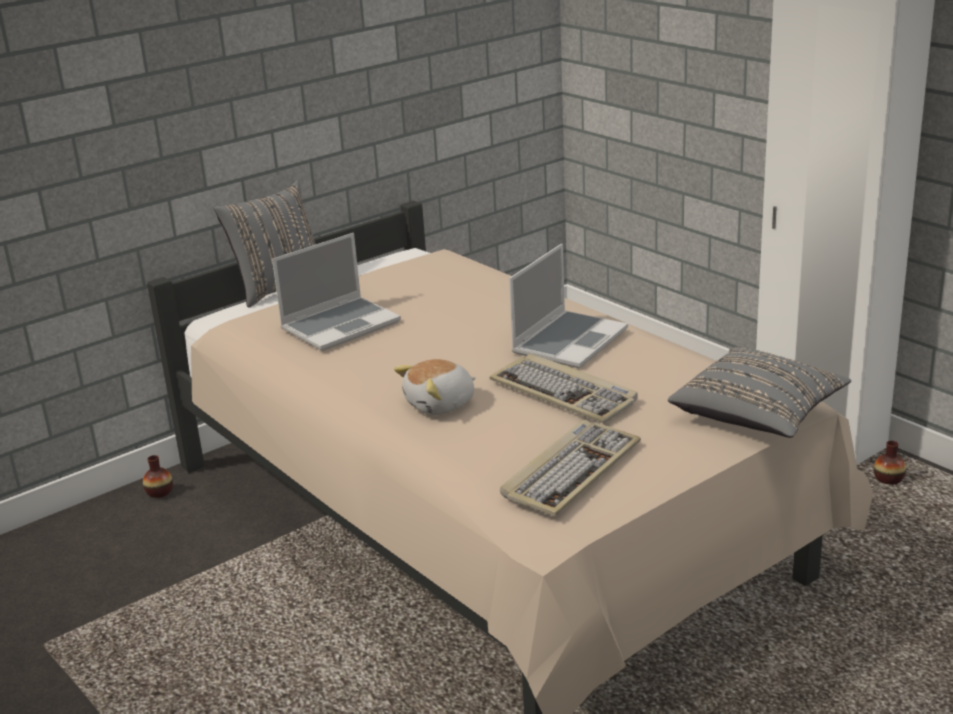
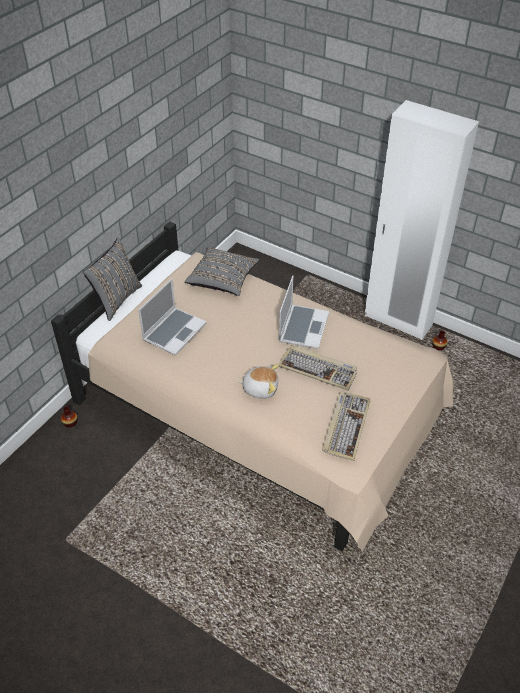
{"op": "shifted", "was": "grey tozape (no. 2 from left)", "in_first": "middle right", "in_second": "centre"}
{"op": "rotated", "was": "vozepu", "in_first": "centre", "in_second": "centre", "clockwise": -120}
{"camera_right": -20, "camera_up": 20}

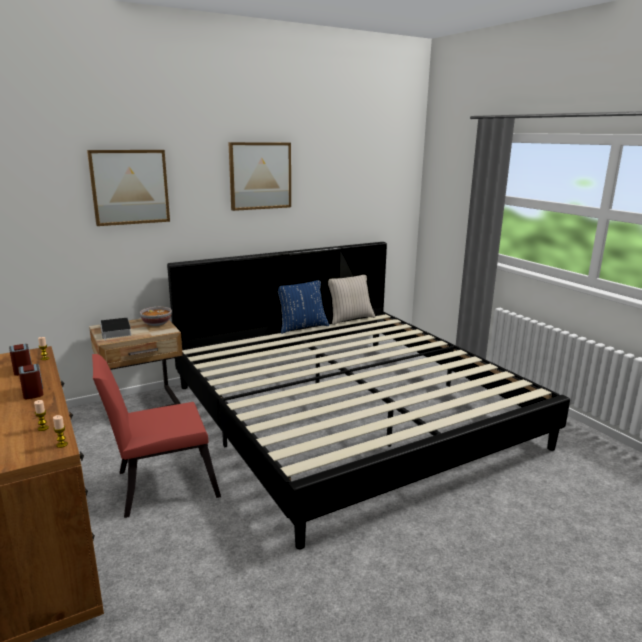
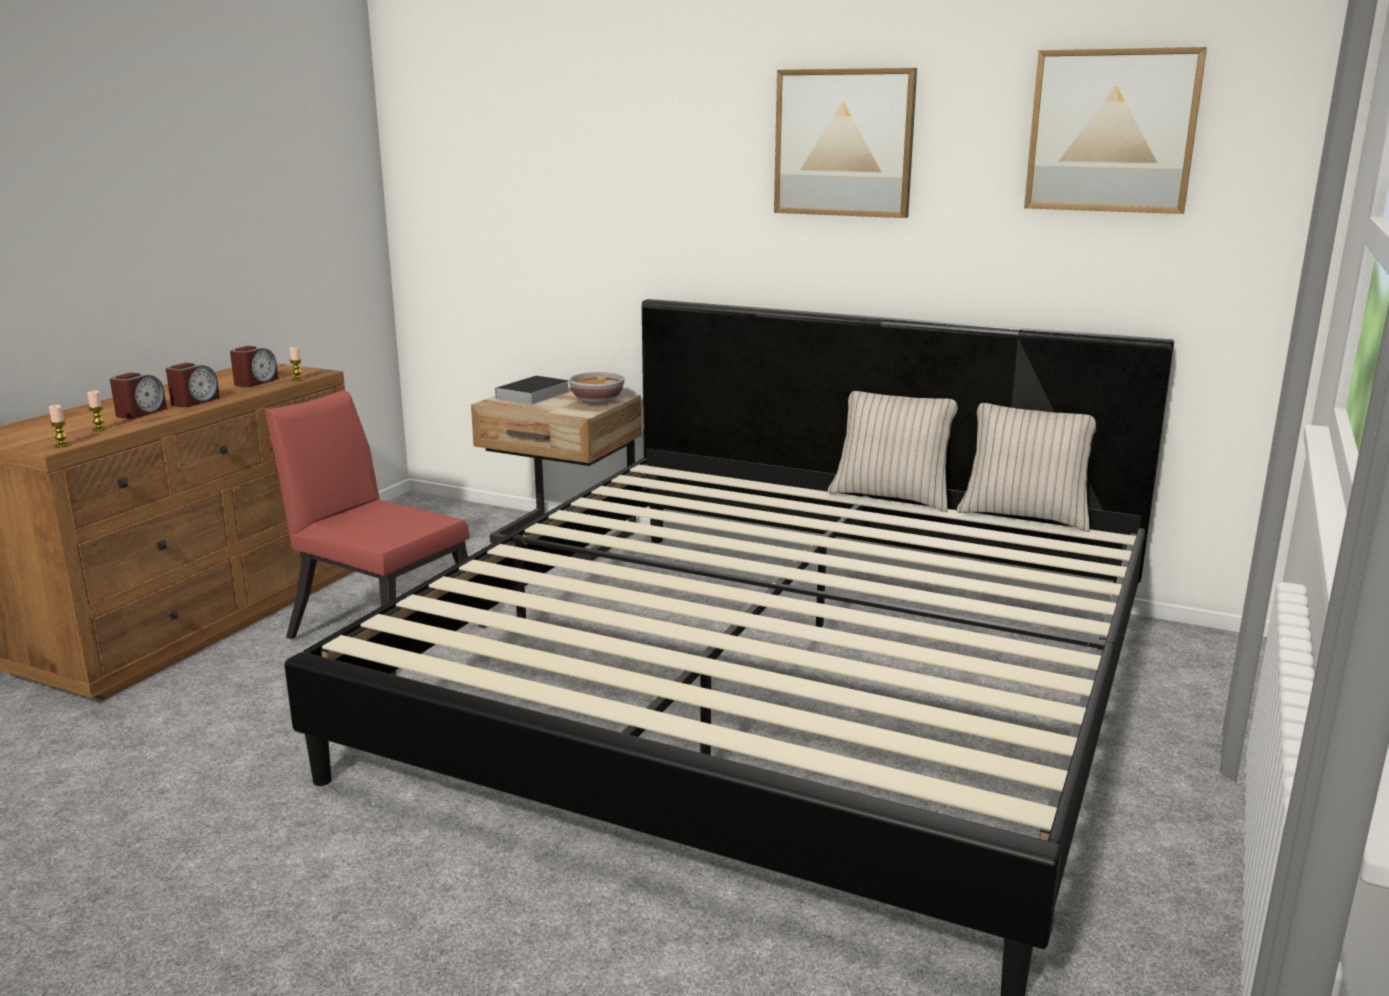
{"op": "shifted", "was": "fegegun (no. 1 from left in the first image)", "now": "fegegun (no. 2 from left)", "in_first": "top left", "in_second": "top right"}
{"op": "repainted", "was": "blue tozape", "now": "beige tozape (no. 1 from left)", "in_first": "centre", "in_second": "centre"}
{"op": "new", "now": "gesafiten (no. 1 from left)", "in_second": "middle left"}
{"camera_right": 55, "camera_up": 0}

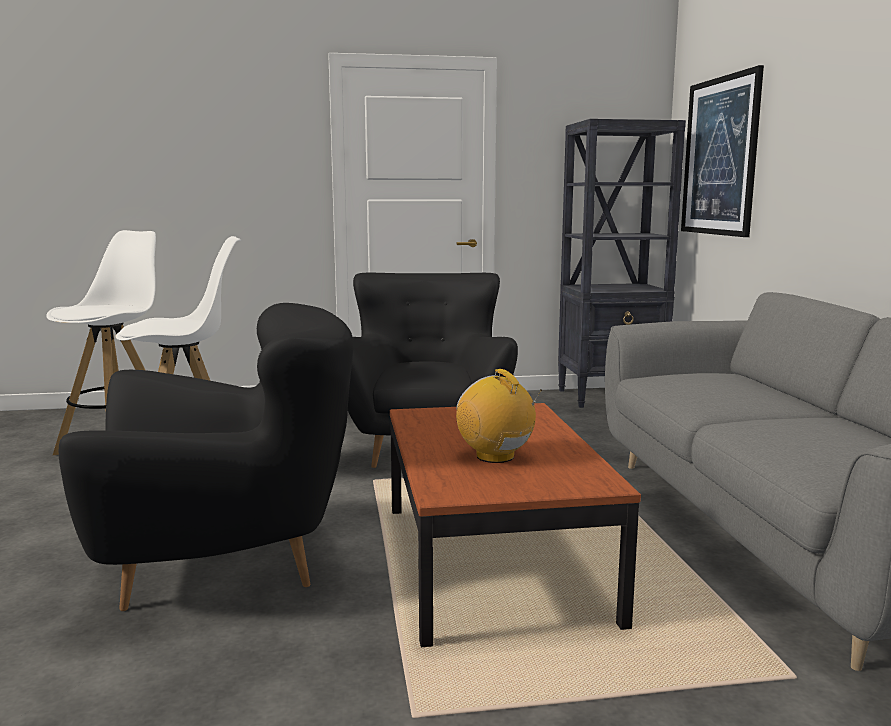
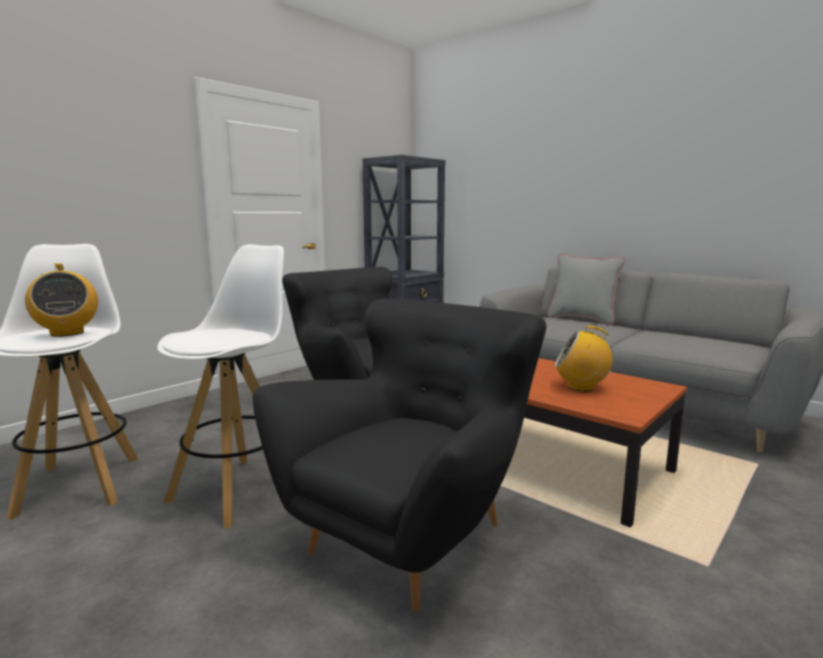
{"op": "gone", "was": "fegegun", "in_first": "top right"}
{"op": "new", "now": "grey tozape", "in_second": "middle right"}
{"op": "new", "now": "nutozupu (no. 1 from left)", "in_second": "middle left"}
{"camera_right": -40, "camera_up": 0}

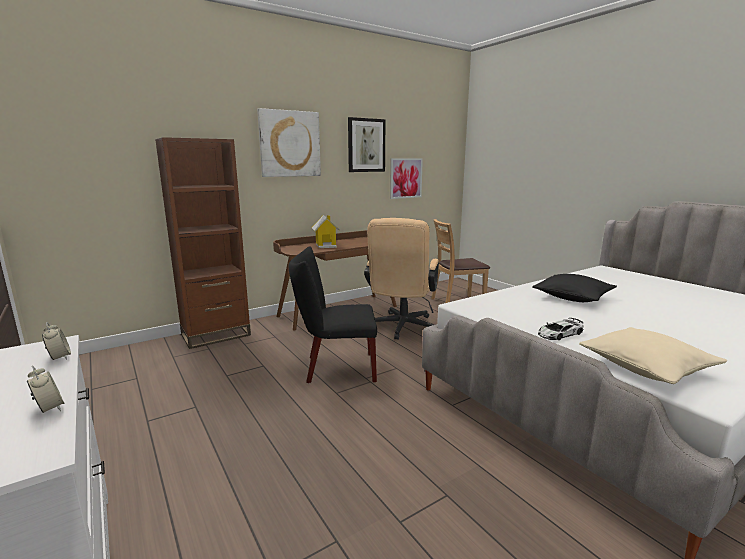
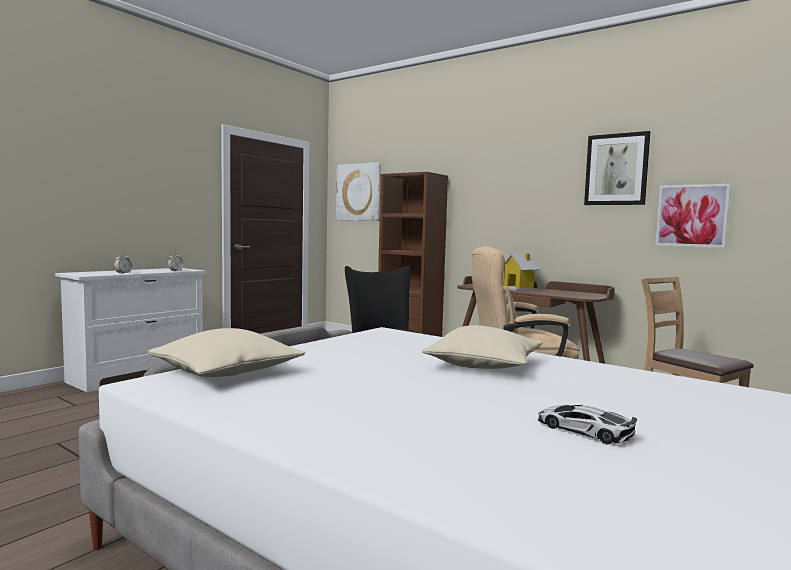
{"op": "shifted", "was": "fegegun (no. 1 from left)", "in_first": "top centre", "in_second": "centre"}
{"op": "repainted", "was": "black tozape", "now": "beige tozape (no. 2 from left)", "in_first": "middle right", "in_second": "centre"}
{"op": "shifted", "was": "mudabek", "in_first": "middle right", "in_second": "bottom right"}
{"camera_right": 70, "camera_up": -10}

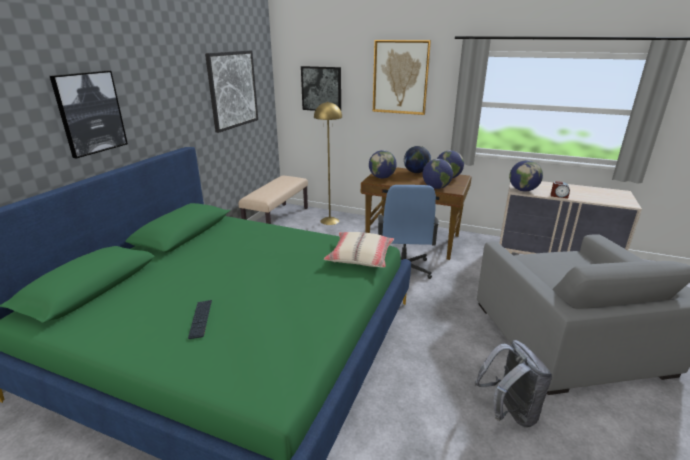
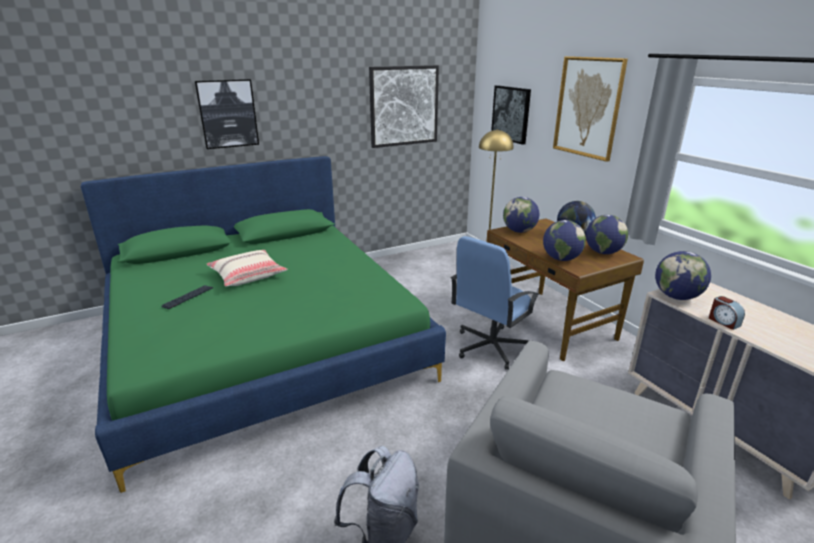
{"op": "gone", "was": "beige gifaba", "in_first": "centre"}
{"op": "shifted", "was": "beige tozape", "in_first": "centre", "in_second": "middle left"}
{"camera_right": 40, "camera_up": 0}

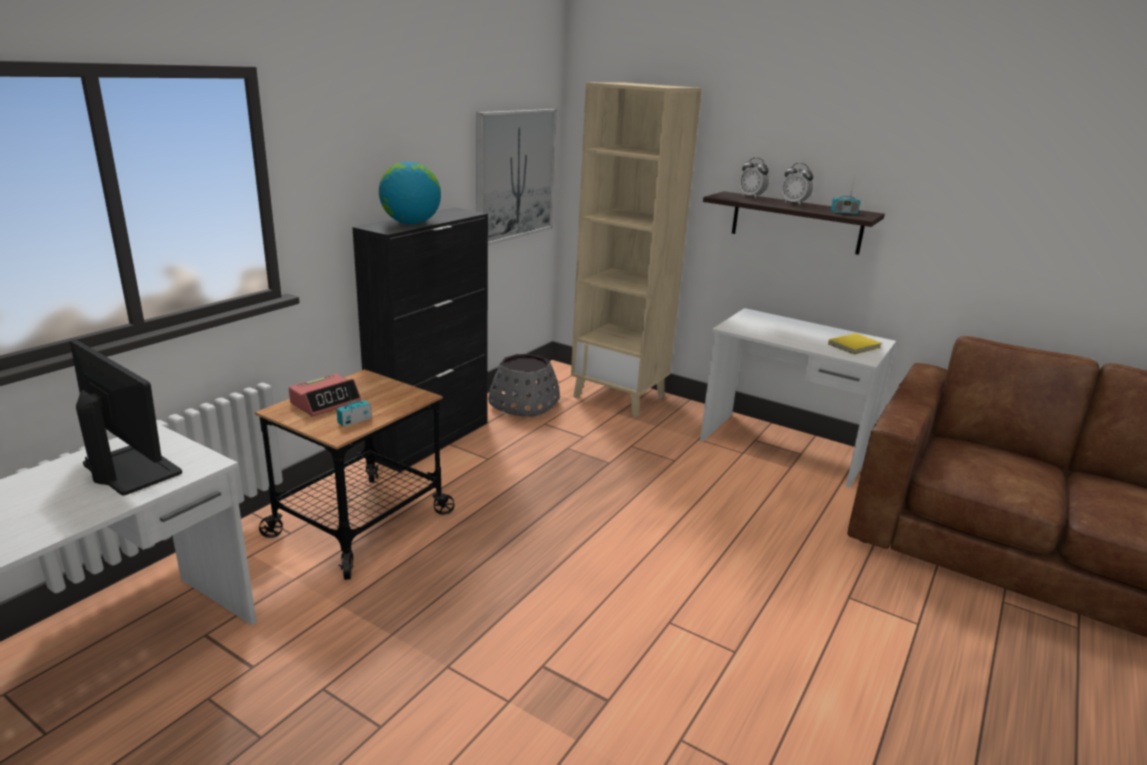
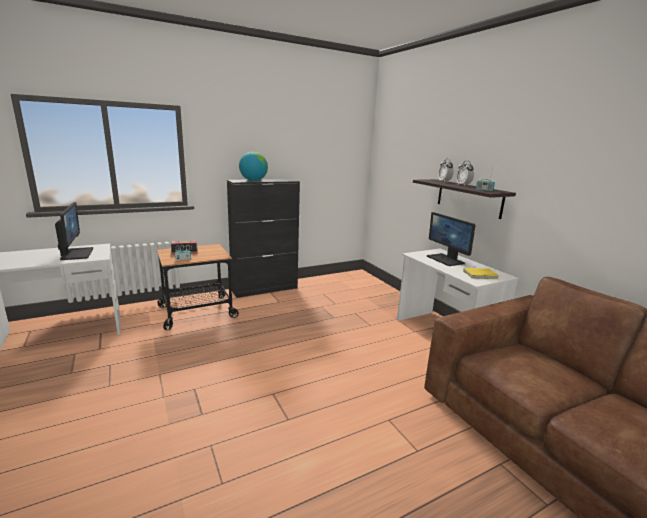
{"op": "gone", "was": "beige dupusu", "in_first": "top centre"}
{"op": "gone", "was": "fegegun", "in_first": "top centre"}
{"op": "gone", "was": "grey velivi", "in_first": "centre"}
{"op": "new", "now": "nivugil (no. 2 from left)", "in_second": "middle right"}
{"camera_right": 30, "camera_up": -5}

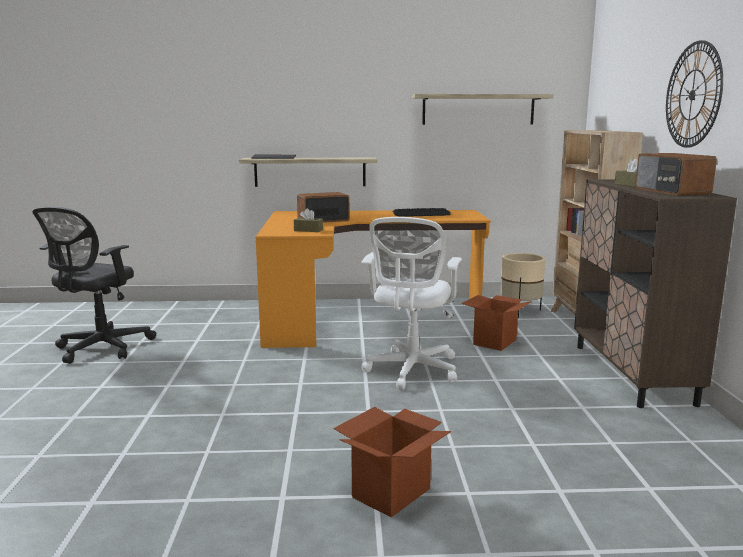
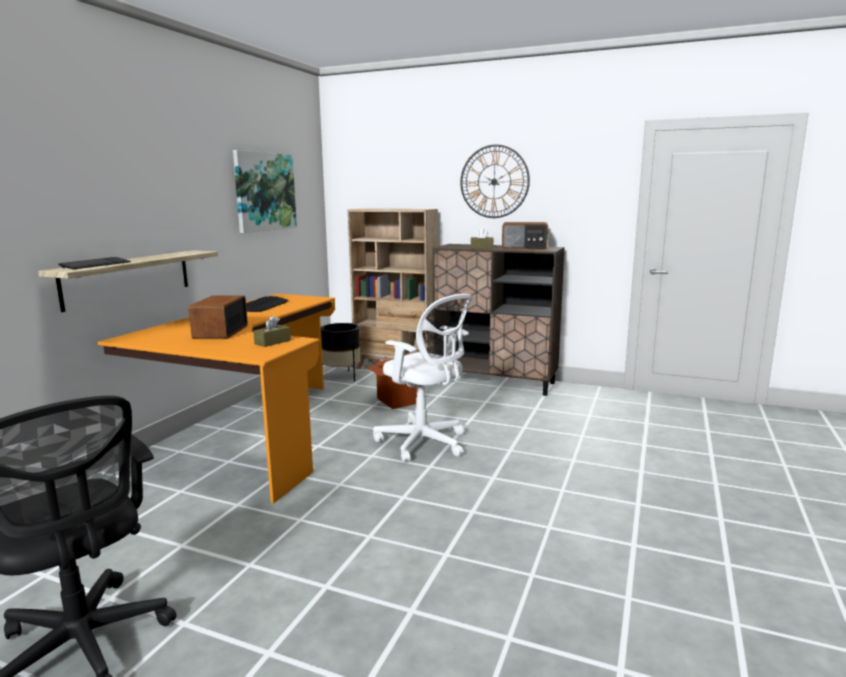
{"op": "swapped", "was": "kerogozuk (no. 2 from left)", "now": "fegegun", "in_first": "top centre", "in_second": "top left"}
{"op": "repainted", "was": "beige velivi", "now": "black velivi", "in_first": "middle right", "in_second": "centre"}
{"op": "gone", "was": "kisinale (no. 1 from left)", "in_first": "bottom centre"}
{"camera_right": -65, "camera_up": 0}

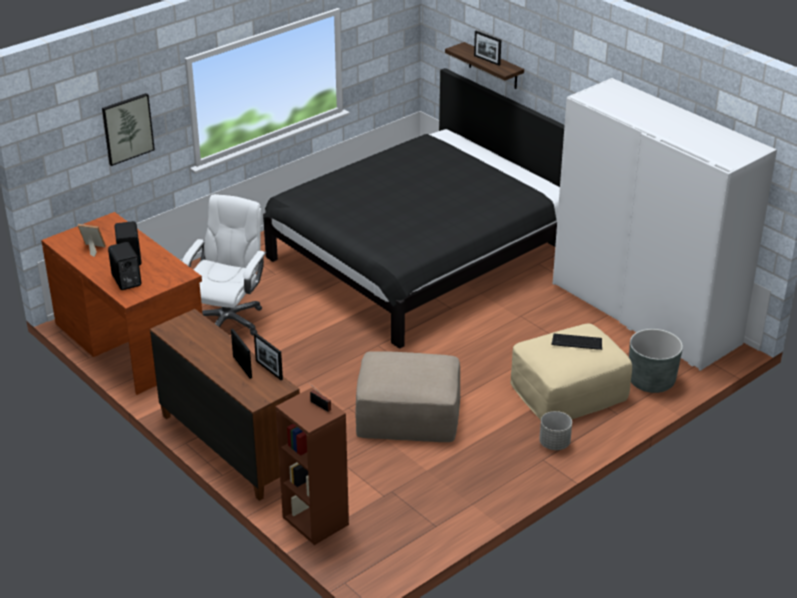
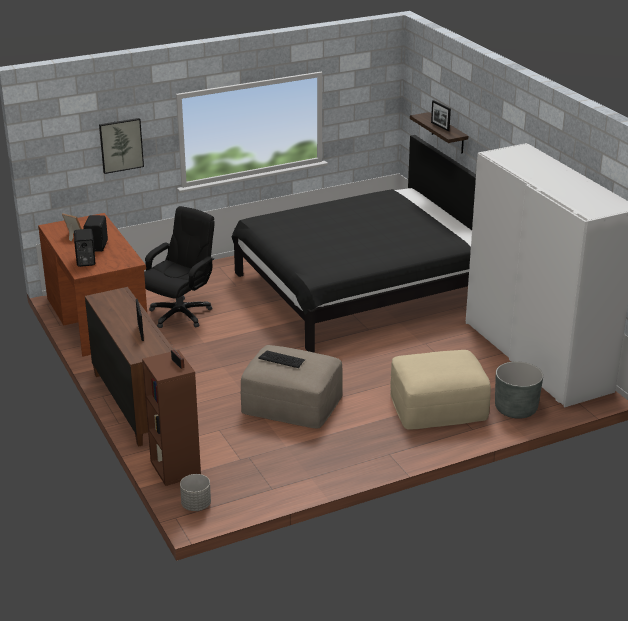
{"op": "repainted", "was": "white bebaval", "now": "black bebaval", "in_first": "middle left", "in_second": "middle left"}
{"op": "gone", "was": "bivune (no. 3 from left)", "in_first": "centre"}
{"op": "shifted", "was": "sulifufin", "in_first": "middle right", "in_second": "centre"}
{"op": "shifted", "was": "grey velivi (no. 1 from left)", "in_first": "bottom right", "in_second": "bottom left"}
{"camera_right": 15, "camera_up": -5}

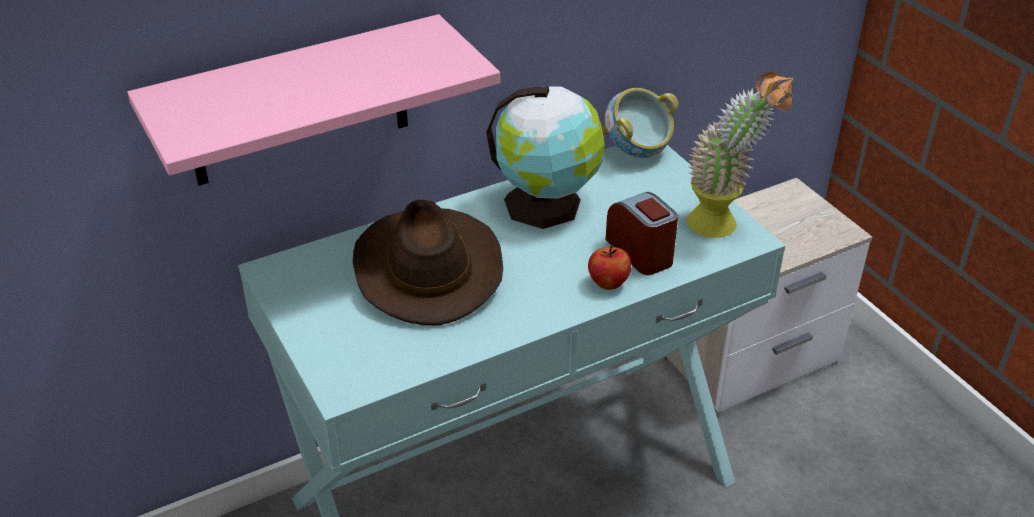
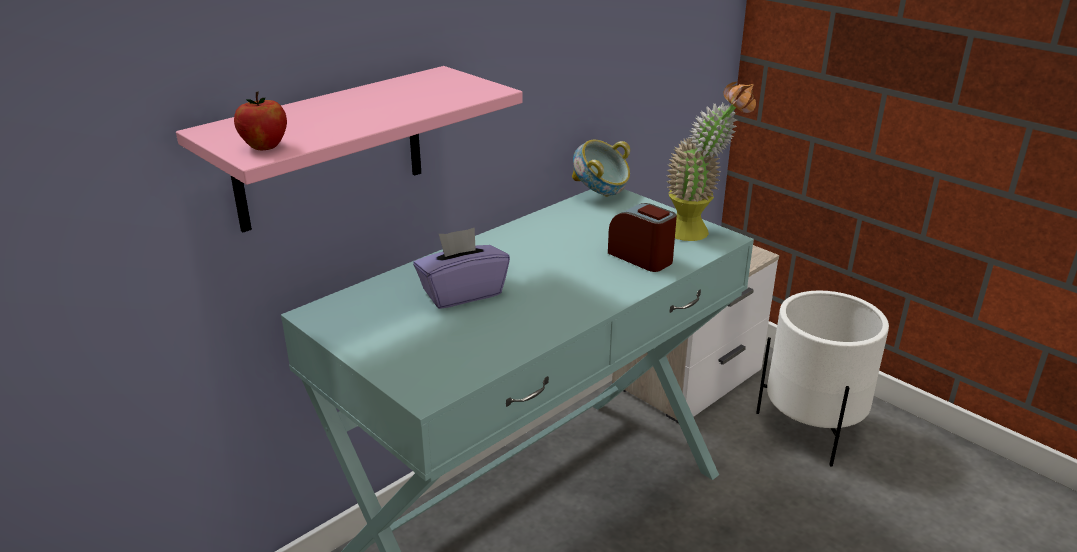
{"op": "gone", "was": "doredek", "in_first": "top centre"}
{"op": "swapped", "was": "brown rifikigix", "now": "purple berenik", "in_first": "centre", "in_second": "centre"}
{"op": "shifted", "was": "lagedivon", "in_first": "centre", "in_second": "top left"}
{"op": "new", "now": "white velivi", "in_second": "bottom right"}
{"camera_right": -15, "camera_up": -10}

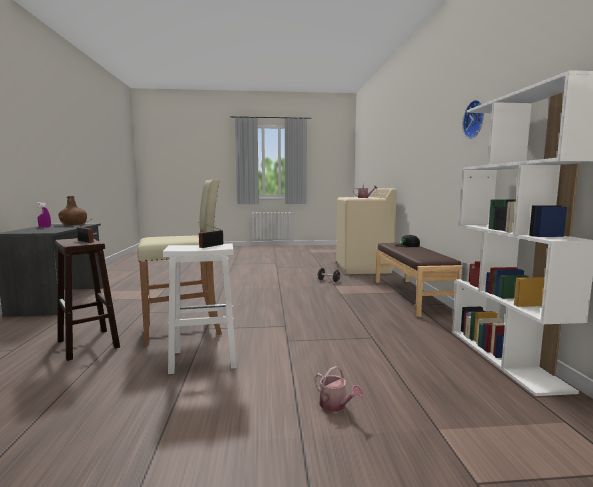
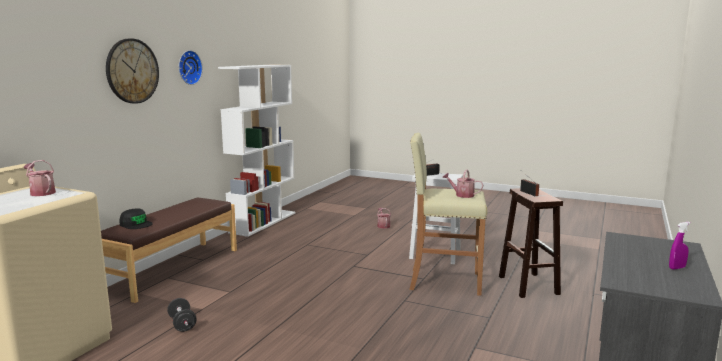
{"op": "gone", "was": "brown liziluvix", "in_first": "middle left"}
{"op": "new", "now": "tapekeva (no. 1 from left)", "in_second": "top left"}
{"op": "new", "now": "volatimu (no. 3 from left)", "in_second": "centre"}
{"camera_right": -150, "camera_up": 5}

